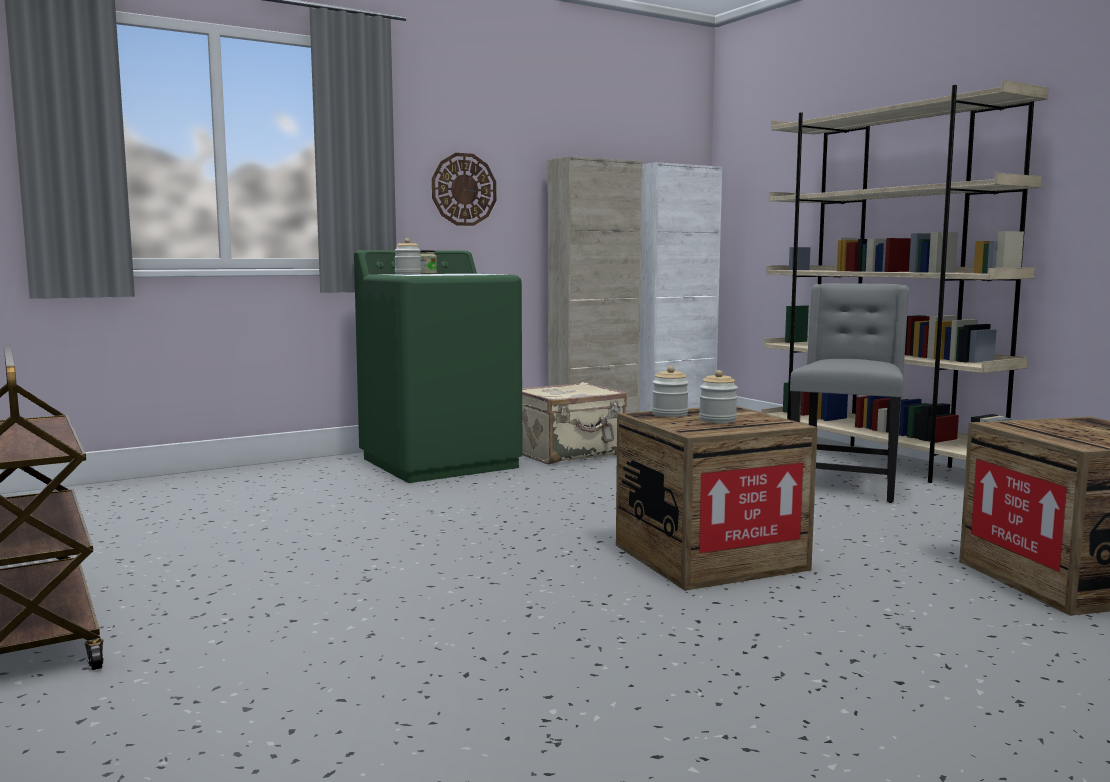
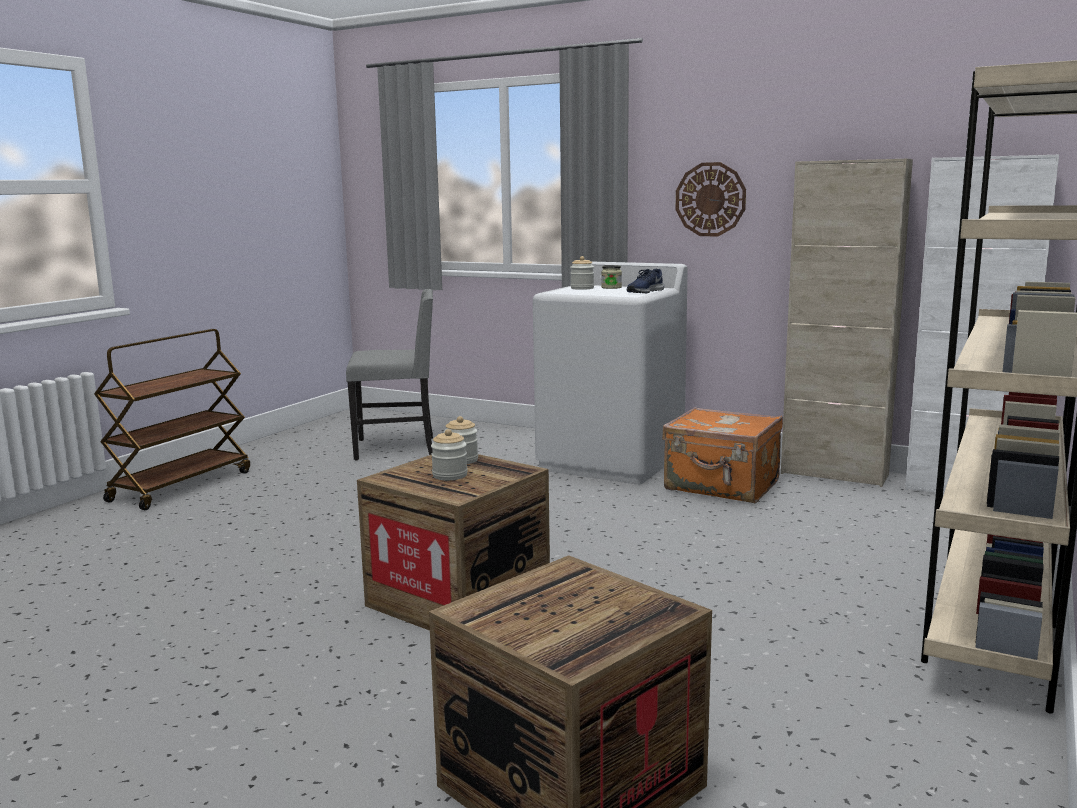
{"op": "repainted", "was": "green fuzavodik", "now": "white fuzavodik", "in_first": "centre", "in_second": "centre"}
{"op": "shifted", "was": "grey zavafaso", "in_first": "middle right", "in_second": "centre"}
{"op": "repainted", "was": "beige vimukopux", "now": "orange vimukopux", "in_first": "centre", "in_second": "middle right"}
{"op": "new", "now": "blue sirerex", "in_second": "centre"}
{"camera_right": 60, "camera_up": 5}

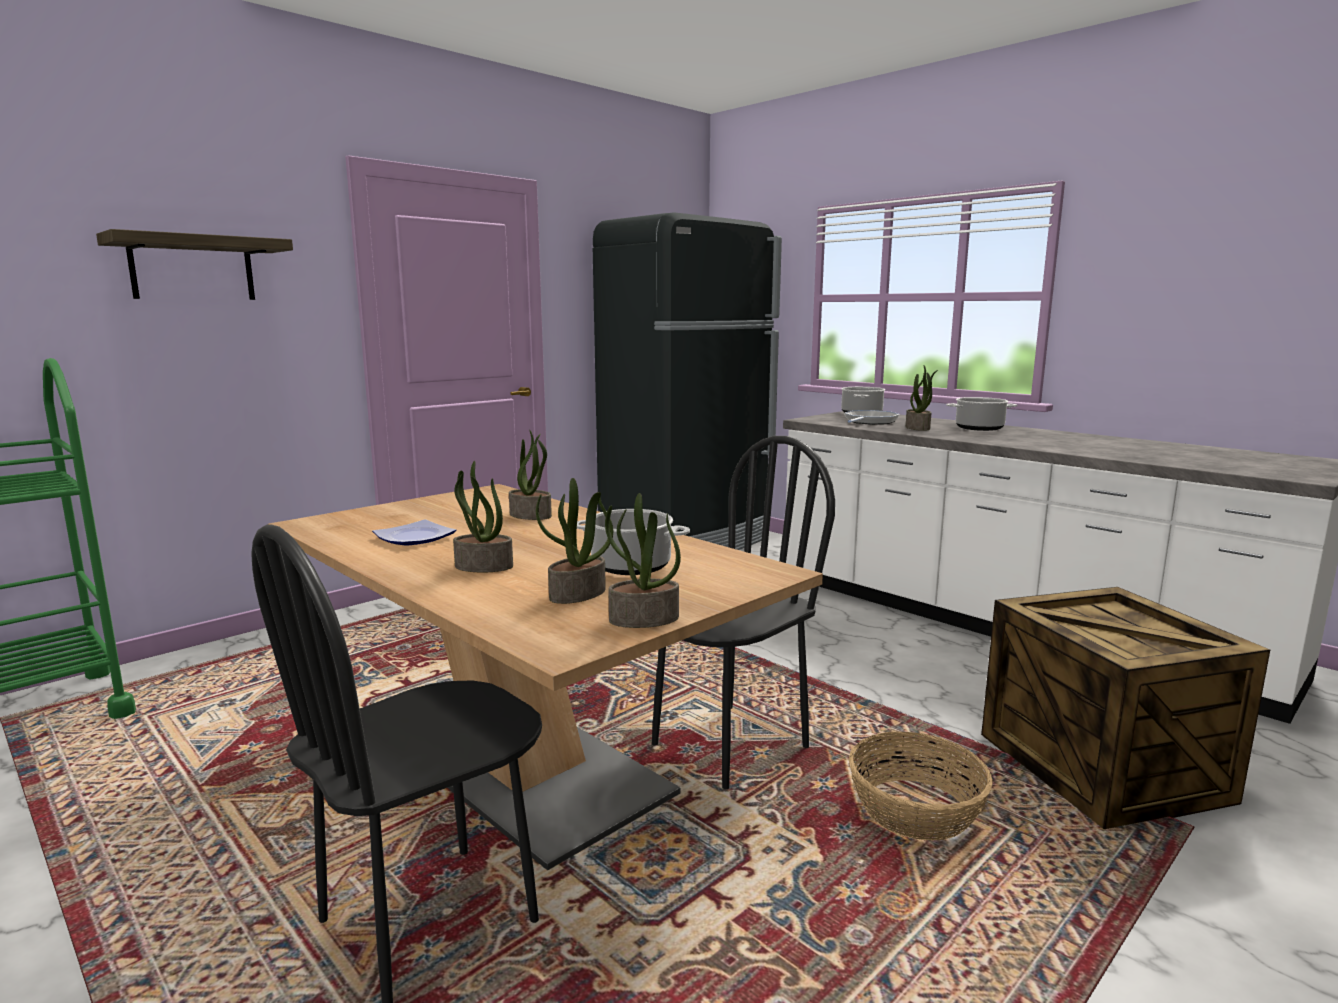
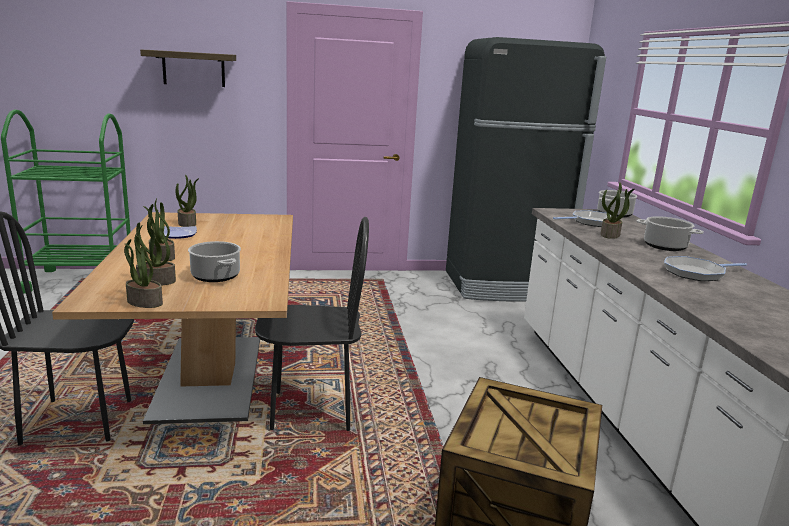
{"op": "shifted", "was": "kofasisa (no. 2 from left in the first image)", "now": "kofasisa (no. 4 from left)", "in_first": "centre", "in_second": "middle left"}
{"op": "gone", "was": "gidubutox", "in_first": "bottom right"}
{"op": "new", "now": "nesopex (no. 2 from left)", "in_second": "middle right"}
{"camera_right": 35, "camera_up": 5}

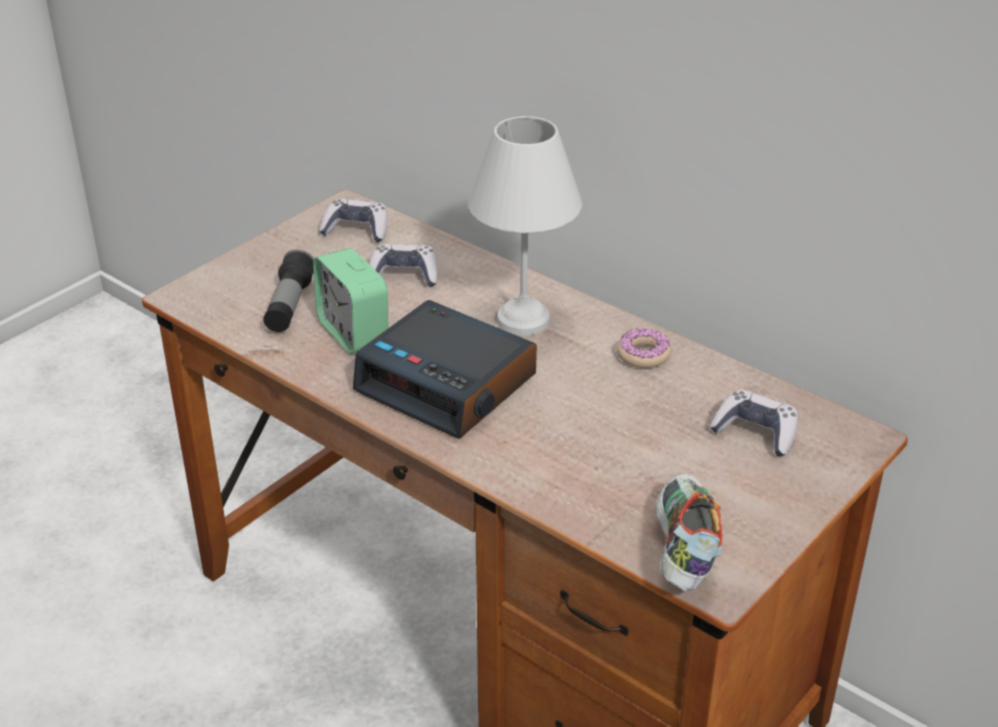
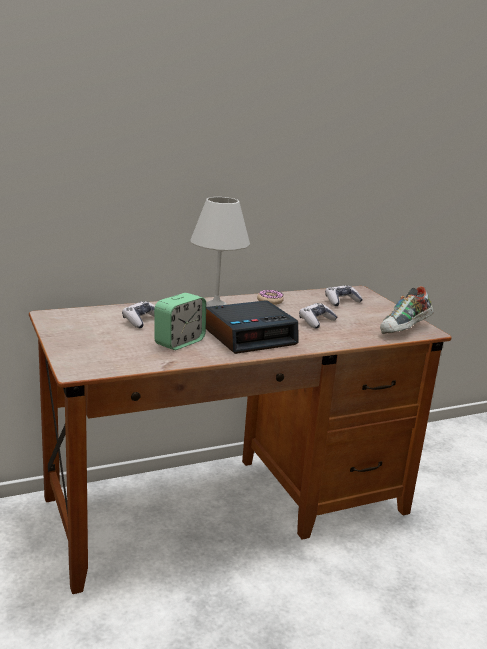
{"op": "shifted", "was": "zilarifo (no. 1 from left in the first image)", "now": "zilarifo (no. 2 from left)", "in_first": "top centre", "in_second": "centre"}
{"op": "rotated", "was": "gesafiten (no. 1 from left)", "in_first": "centre", "in_second": "centre", "clockwise": -45}
{"op": "gone", "was": "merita", "in_first": "middle left"}
{"op": "rotated", "was": "sirerex", "in_first": "bottom right", "in_second": "middle right", "clockwise": -75}
{"camera_right": -65, "camera_up": -15}

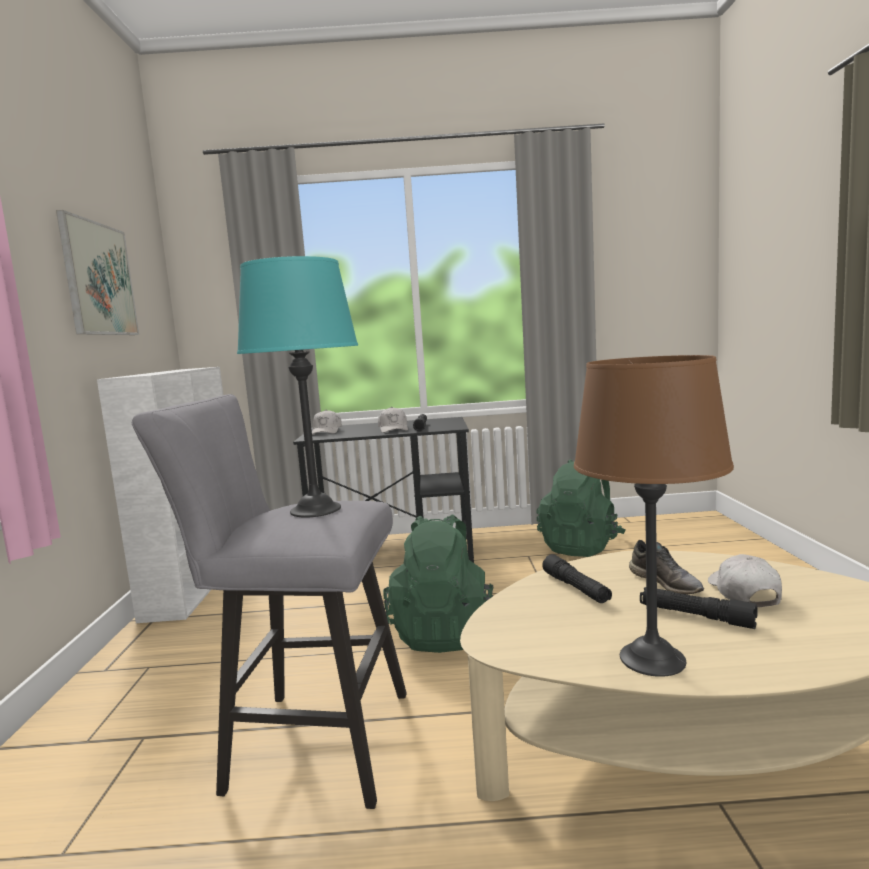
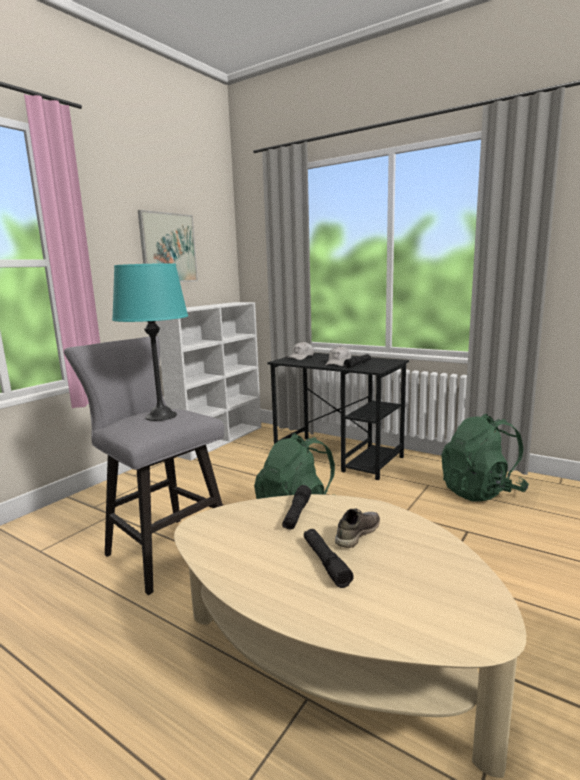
{"op": "gone", "was": "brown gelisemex", "in_first": "middle right"}
{"op": "rotated", "was": "grey sirerex", "in_first": "middle right", "in_second": "bottom centre", "clockwise": -150}
{"op": "gone", "was": "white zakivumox (no. 3 from left)", "in_first": "bottom right"}
{"camera_right": 35, "camera_up": 5}

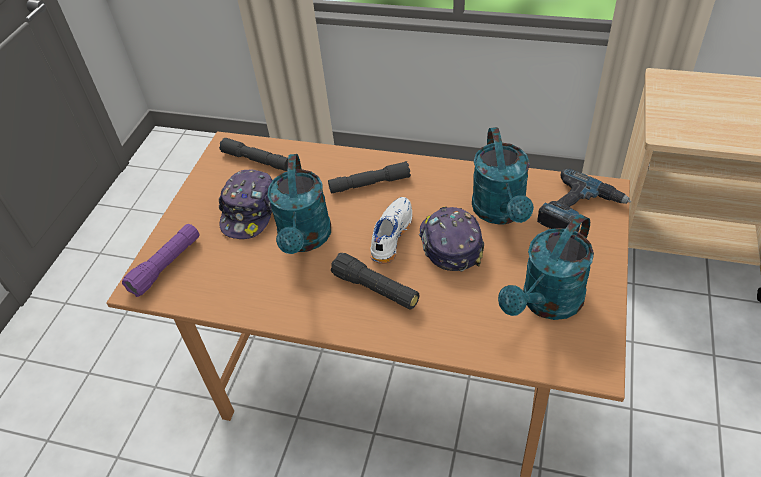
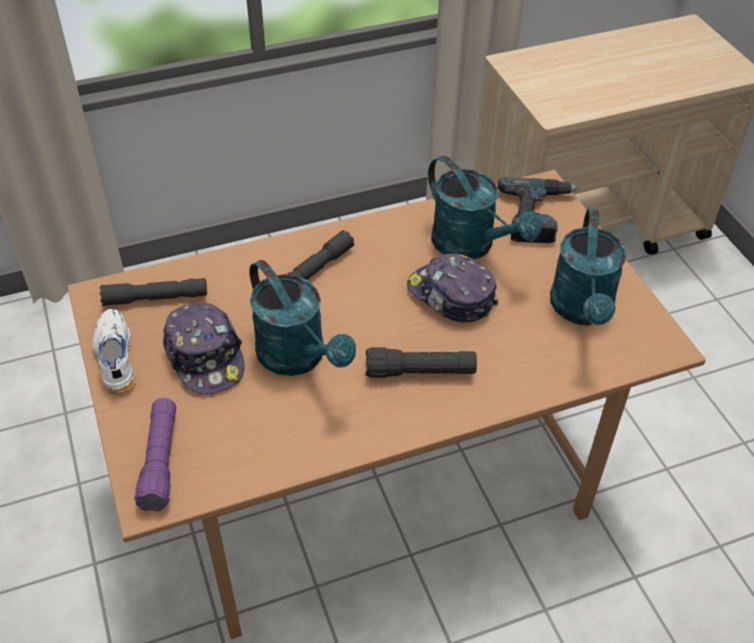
{"op": "shifted", "was": "white sirerex", "in_first": "centre", "in_second": "middle left"}
{"camera_right": -40, "camera_up": 0}

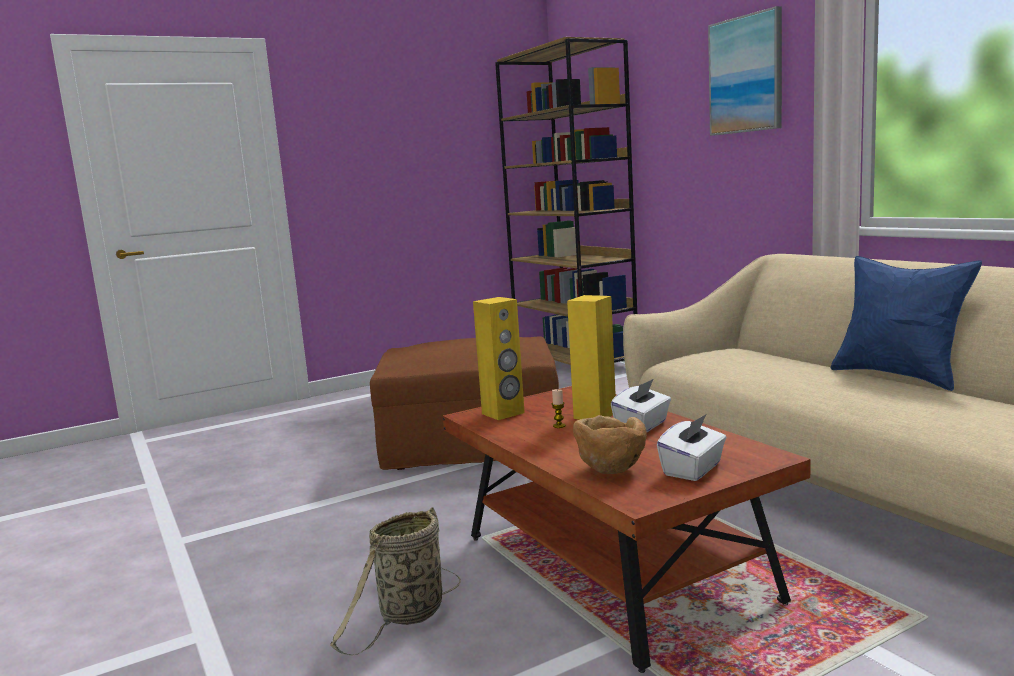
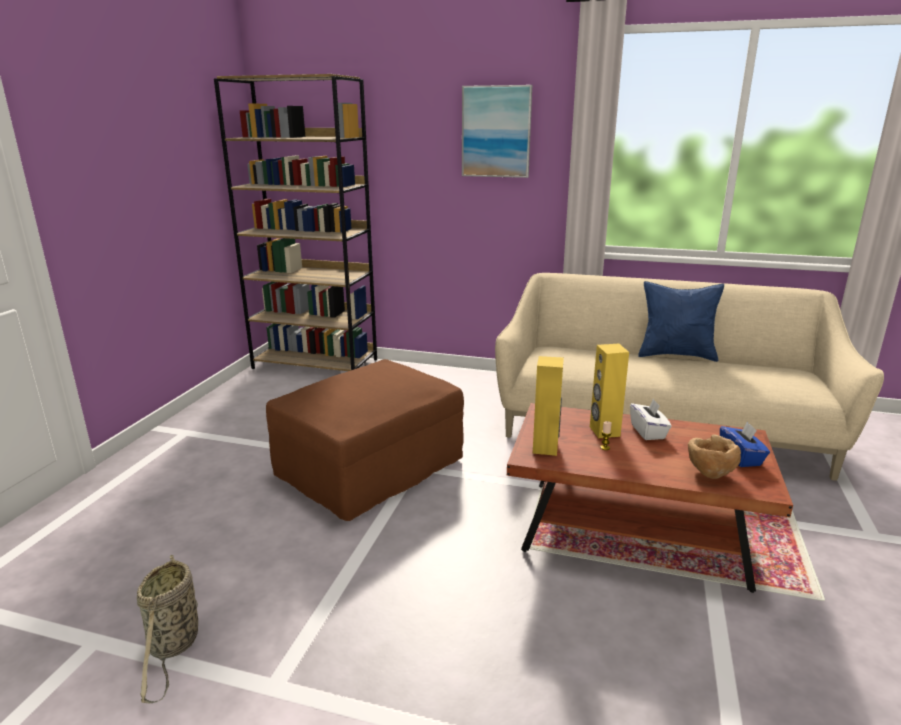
{"op": "repainted", "was": "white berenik (no. 2 from left)", "now": "blue berenik", "in_first": "middle right", "in_second": "middle right"}
{"op": "shifted", "was": "gidubutox", "in_first": "bottom centre", "in_second": "bottom left"}
{"camera_right": -45, "camera_up": 10}

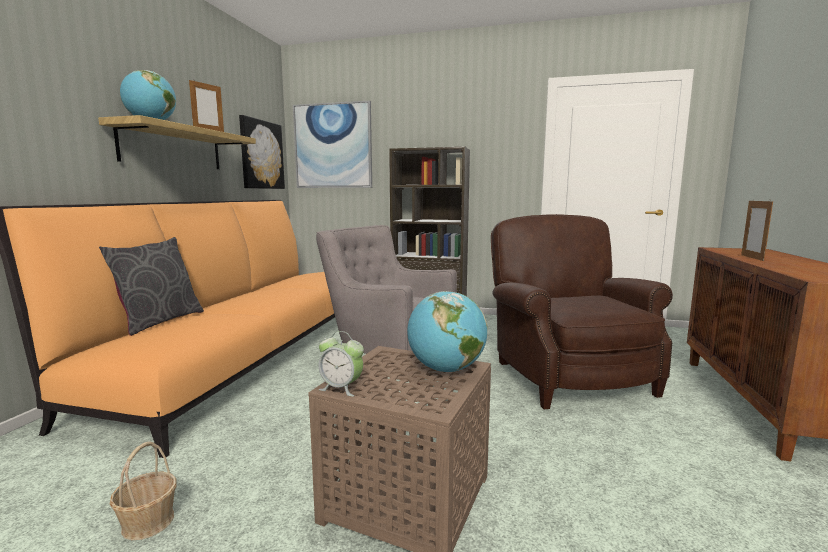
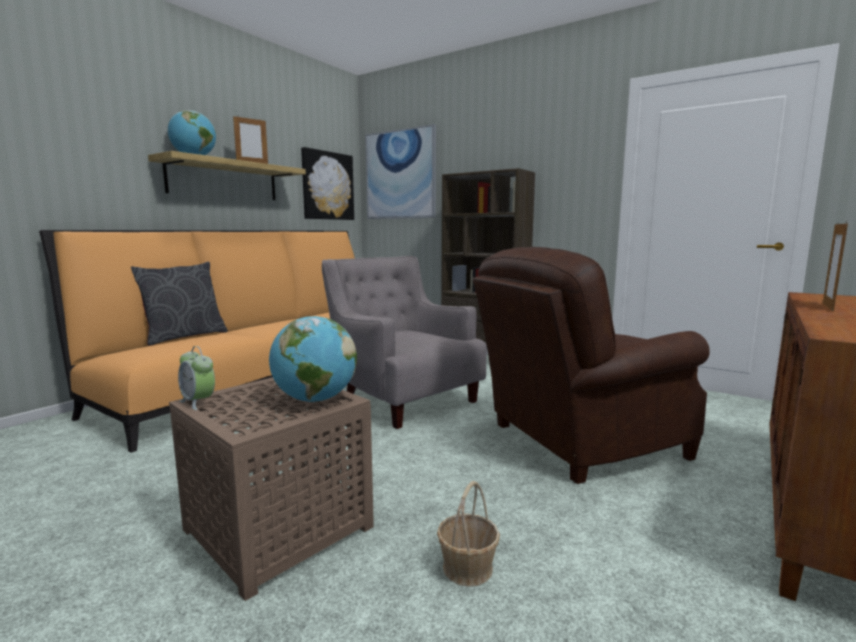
{"op": "rotated", "was": "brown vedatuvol", "in_first": "middle right", "in_second": "middle right", "clockwise": -120}
{"op": "shifted", "was": "gidubutox", "in_first": "bottom left", "in_second": "bottom centre"}
{"camera_right": 20, "camera_up": 0}

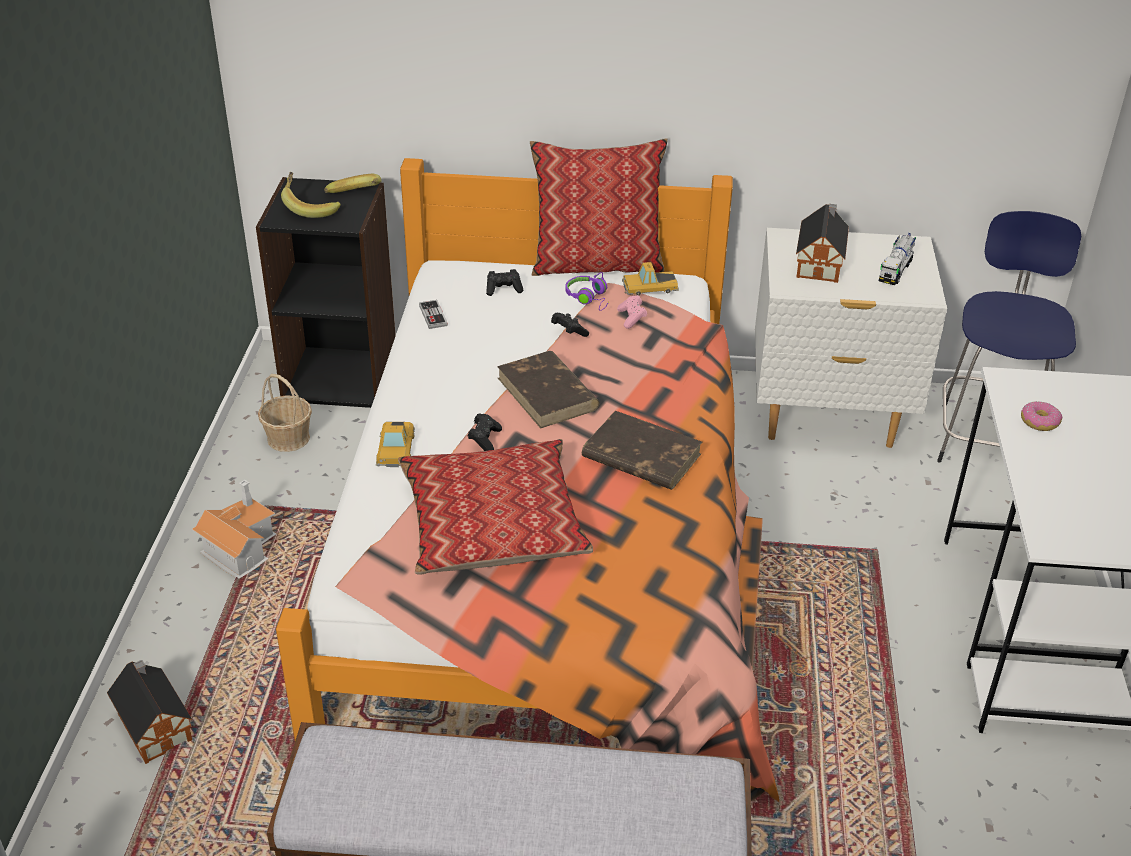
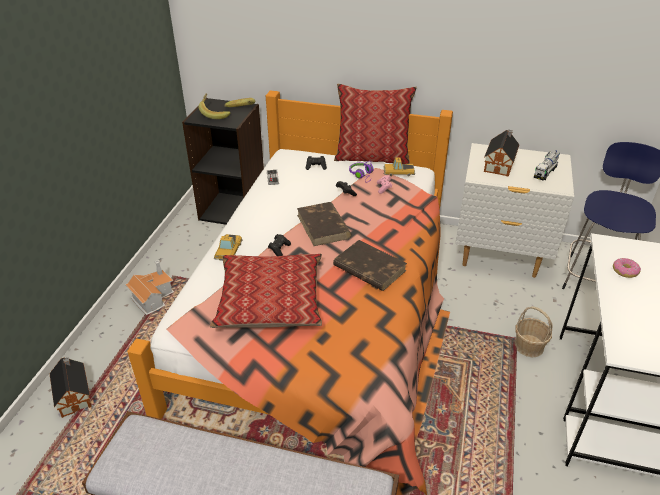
{"op": "shifted", "was": "gidubutox", "in_first": "middle left", "in_second": "bottom right"}
{"camera_right": 10, "camera_up": 0}

